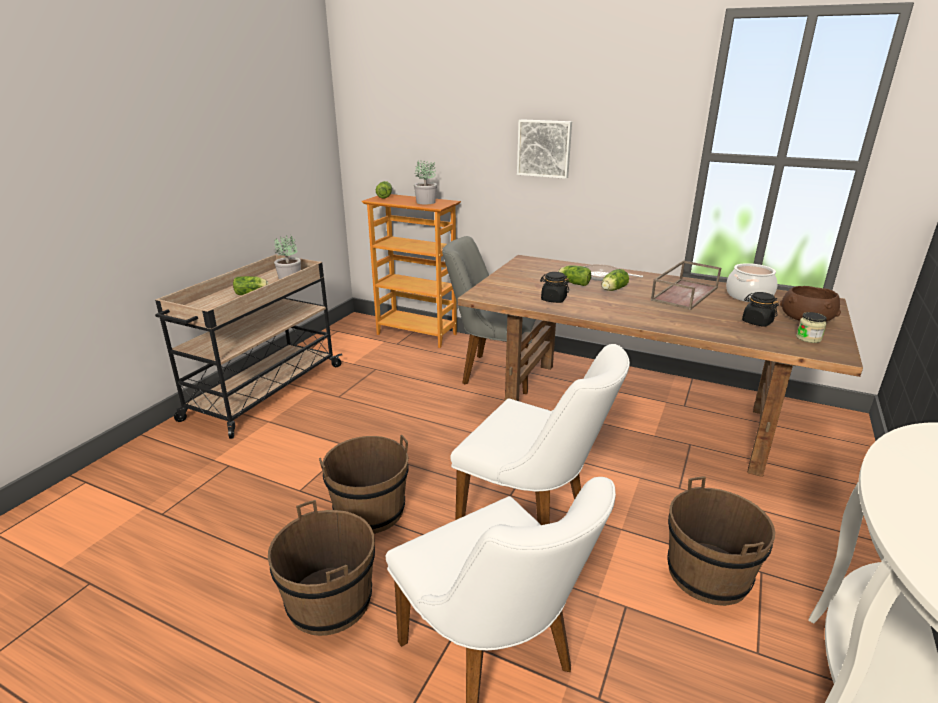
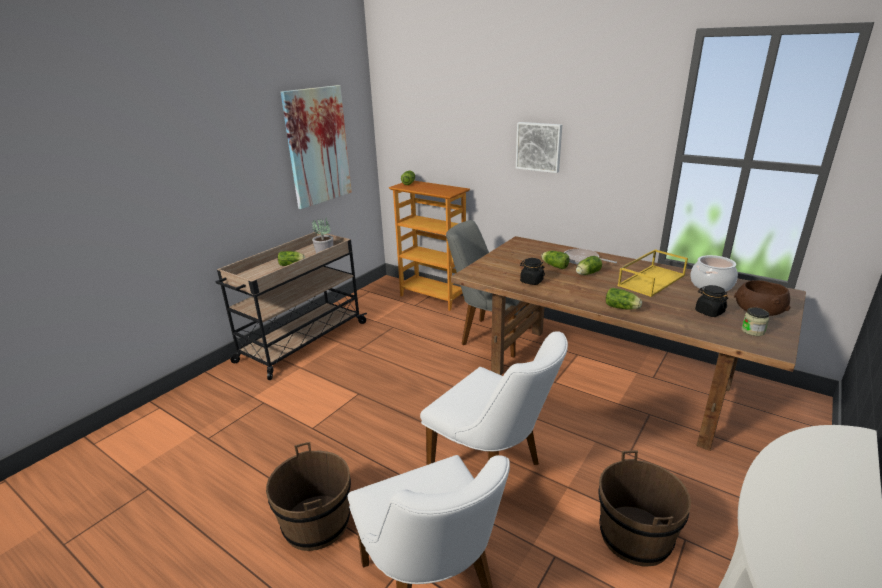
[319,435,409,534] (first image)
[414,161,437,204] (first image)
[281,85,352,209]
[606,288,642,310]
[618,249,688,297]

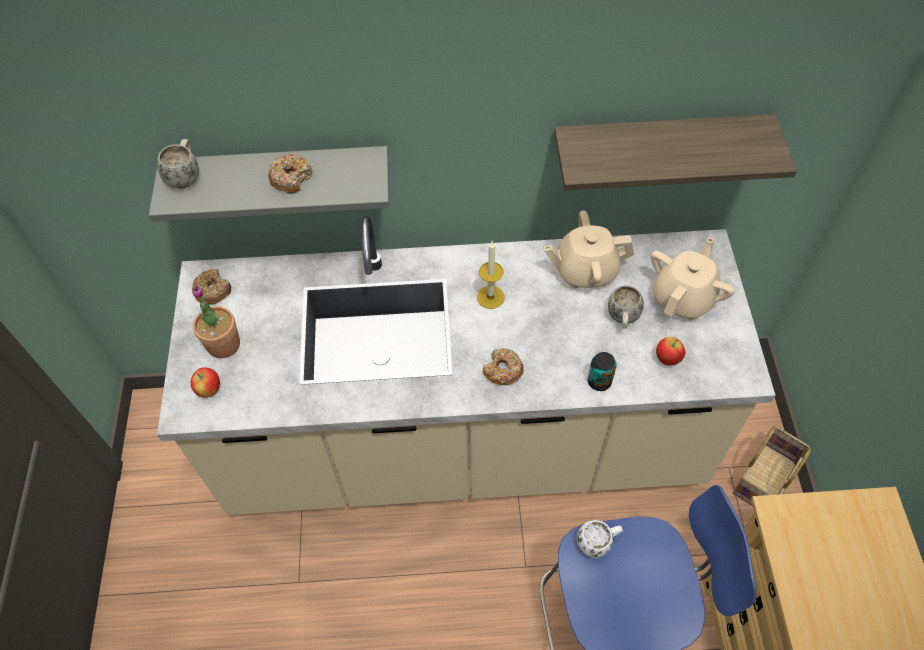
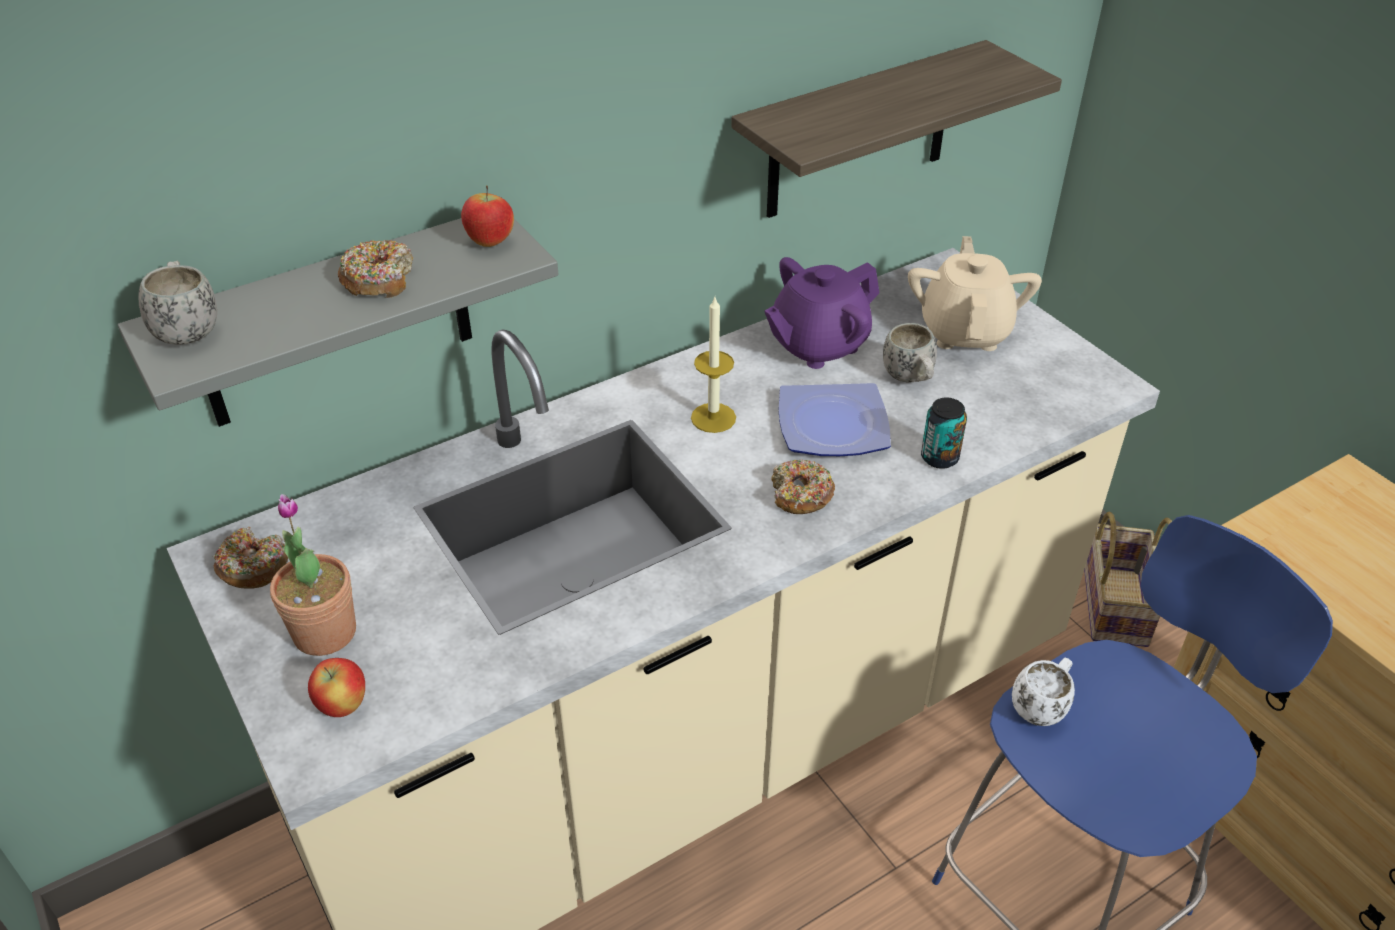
[779,383,891,456]
[461,185,514,247]
[764,257,879,369]

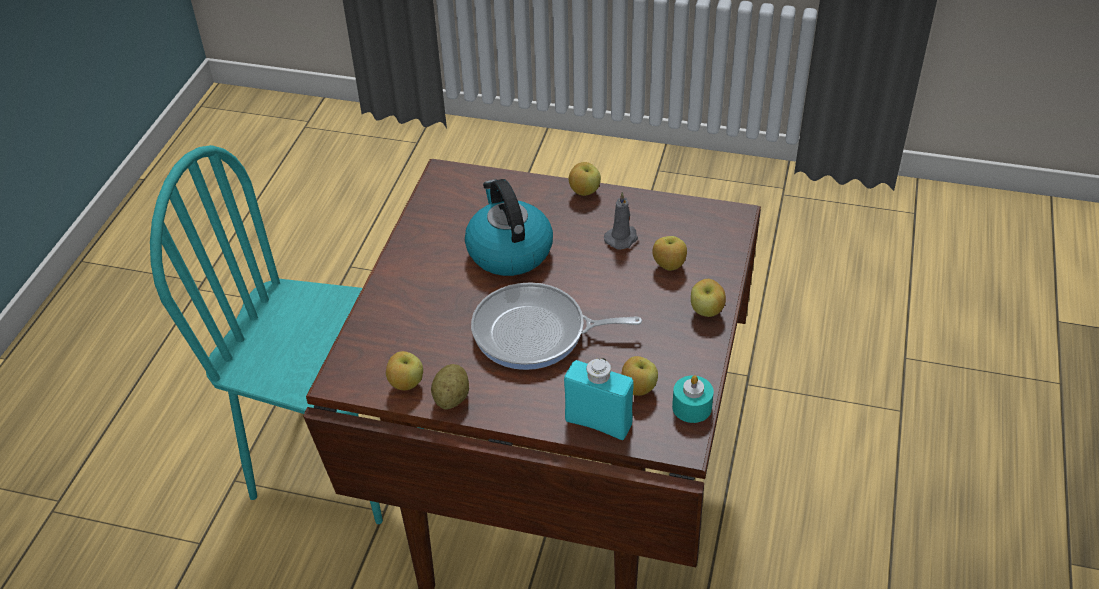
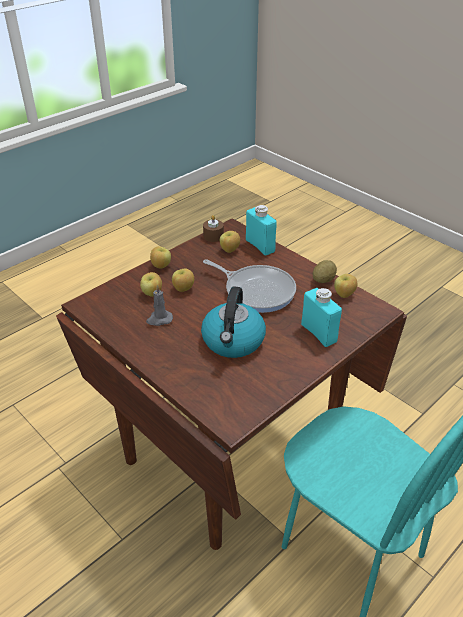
[301,288,342,347]
[172,268,194,292]
[203,215,224,242]

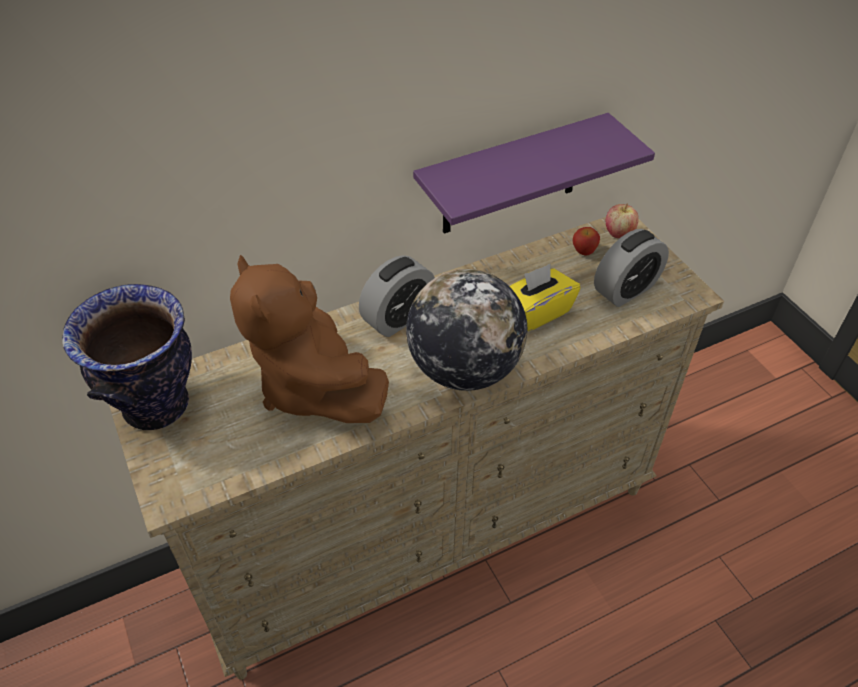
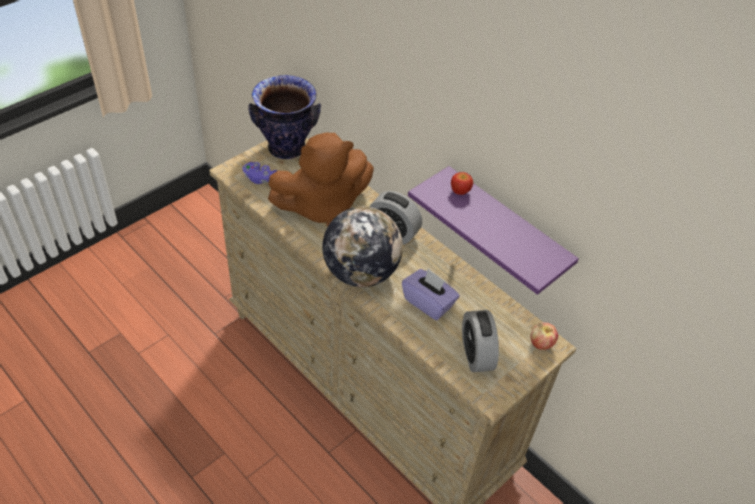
[242,162,278,184]
[451,172,473,195]
[402,268,460,320]
[268,133,374,227]
[462,310,499,372]

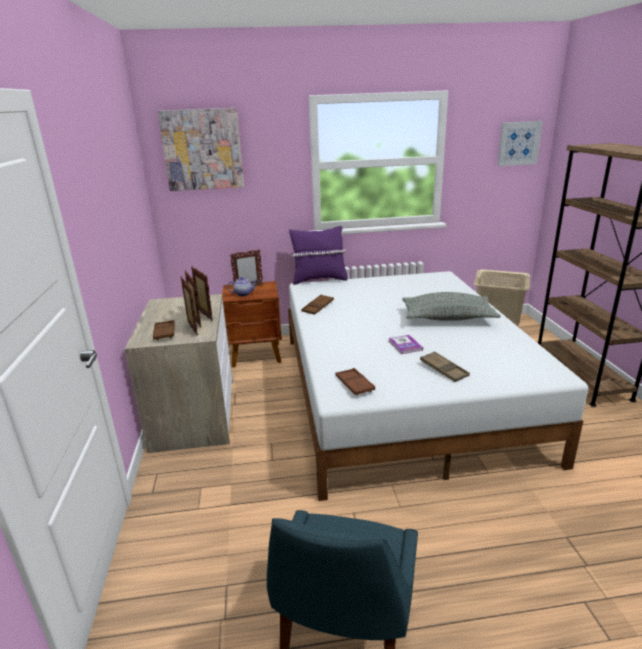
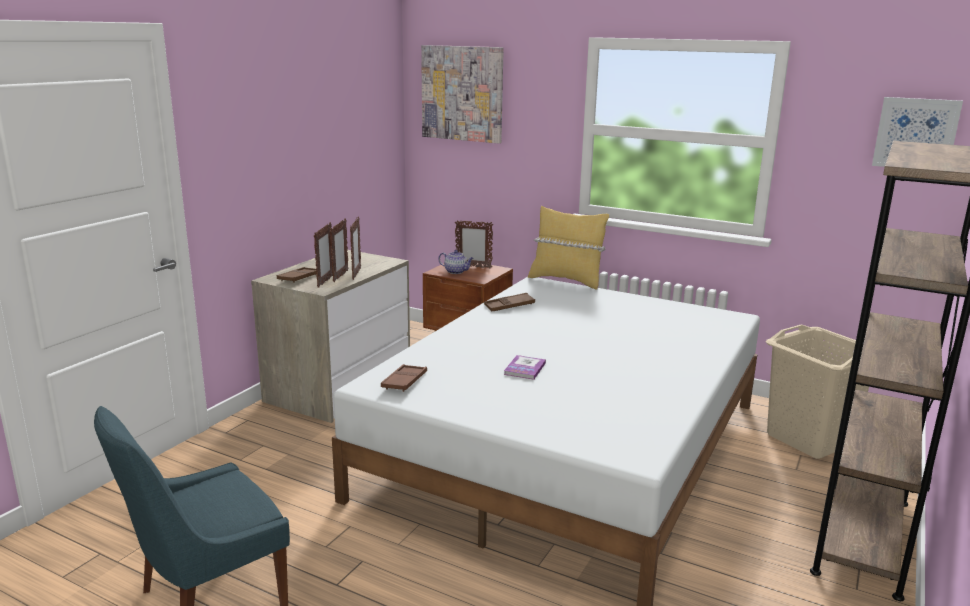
[402,292,501,321] (first image)
[420,351,470,382] (first image)
[528,206,609,289]

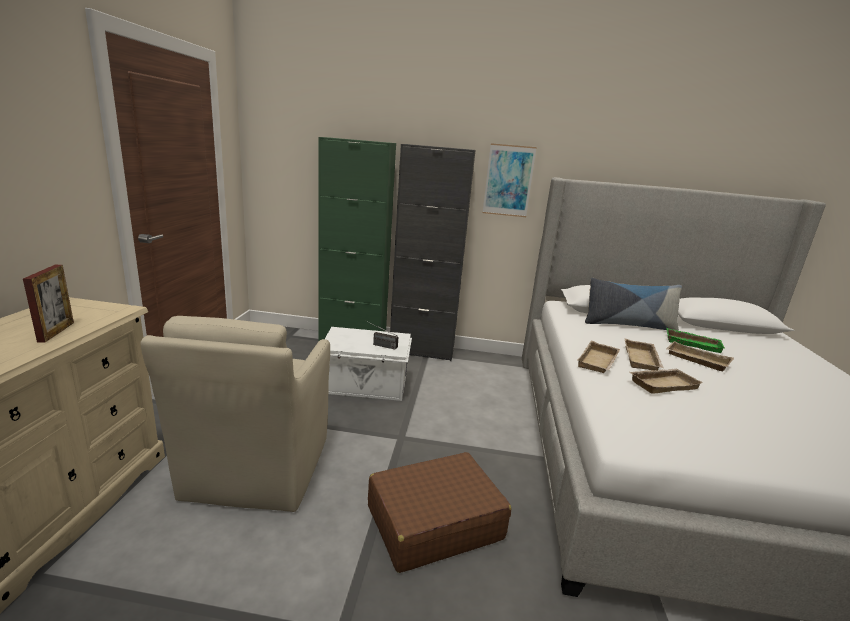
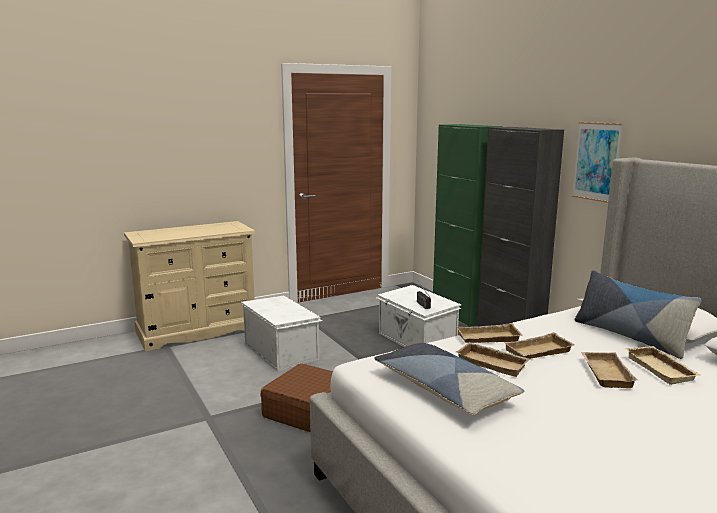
[23,265,74,343] (first image)
[375,343,525,415]
[241,295,323,371]
[626,346,702,385]

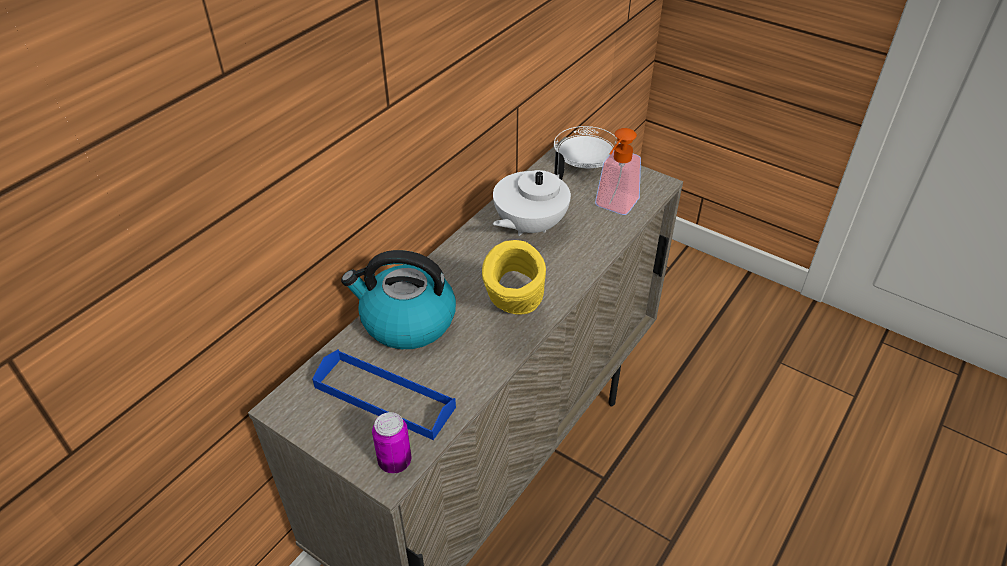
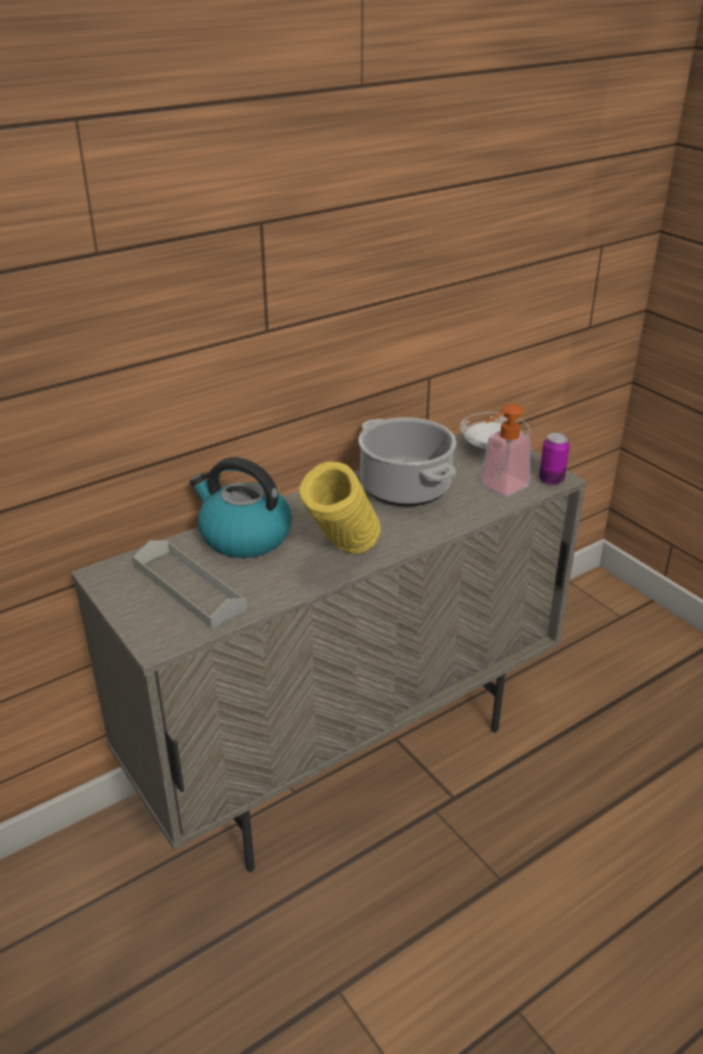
[539,433,570,485]
[358,417,456,506]
[133,540,247,629]

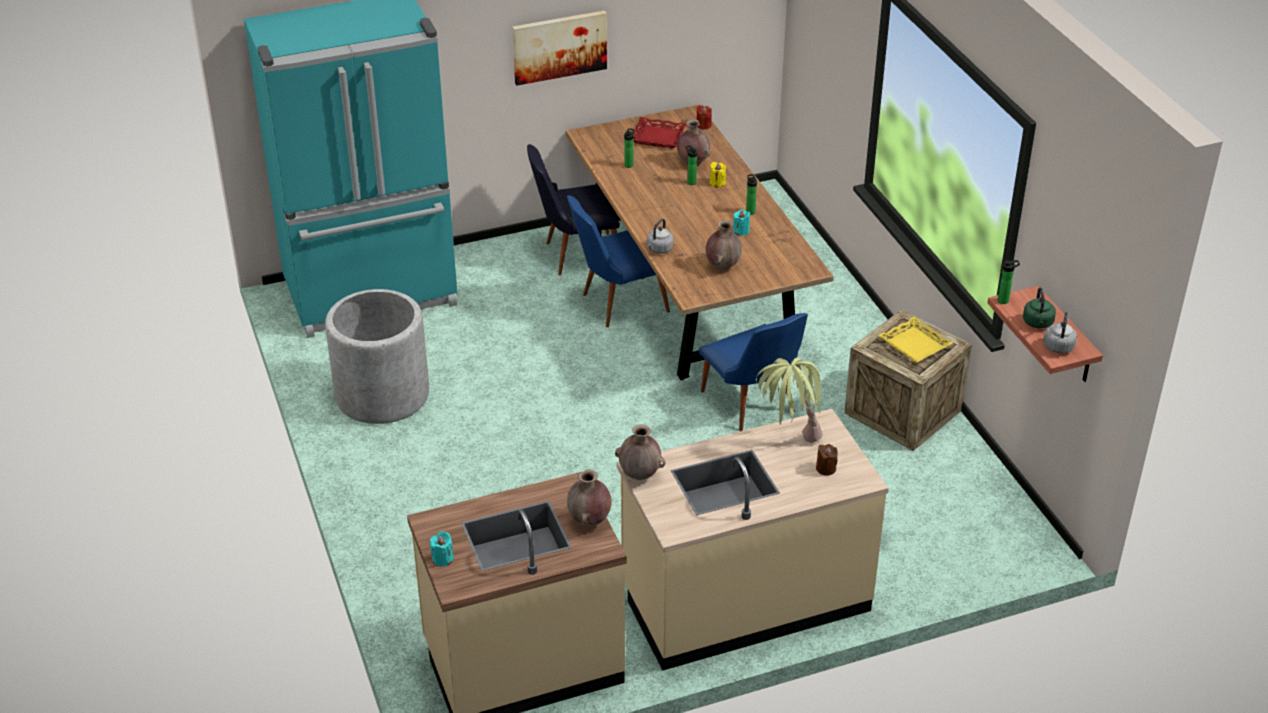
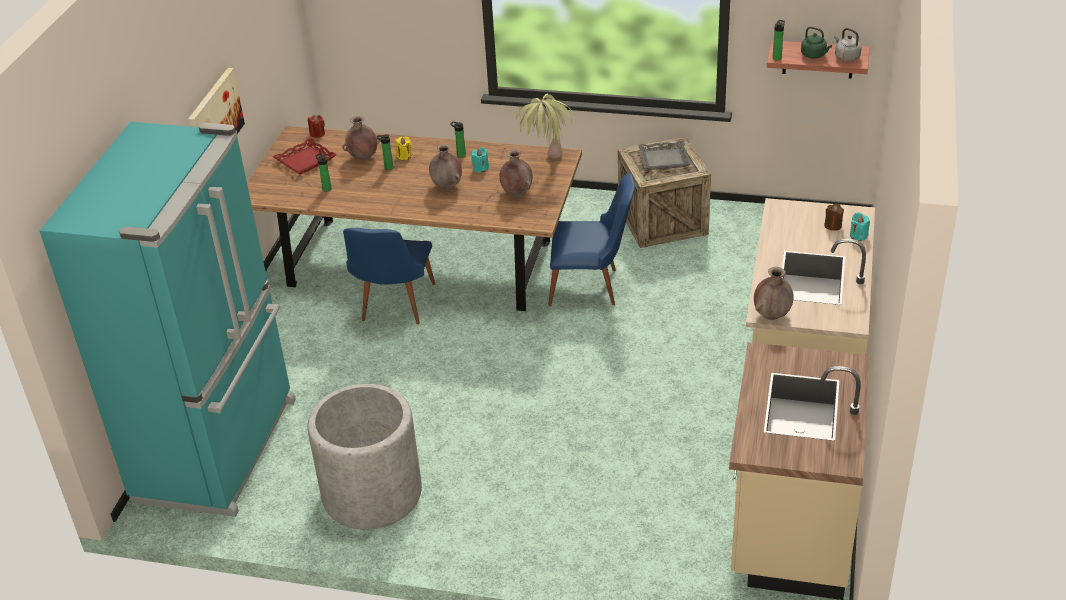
[527,144,620,276] (first image)
[646,218,674,254] (first image)
[850,212,870,241]
[429,144,462,189]
[516,94,575,158]
[638,141,691,170]

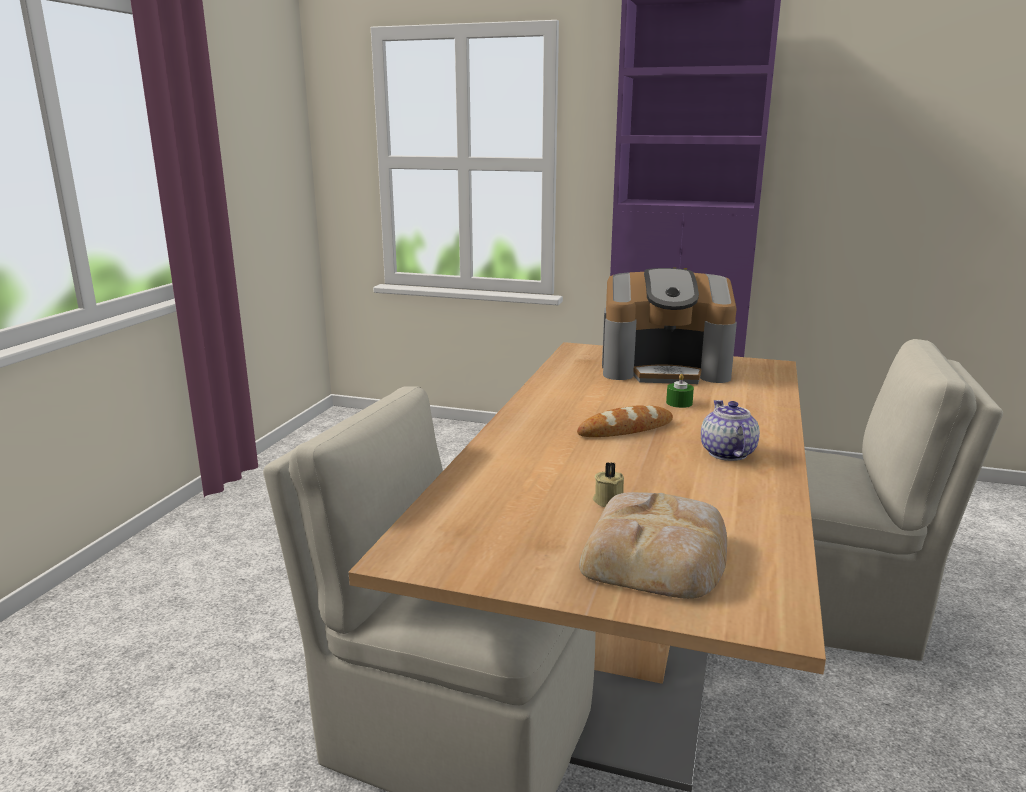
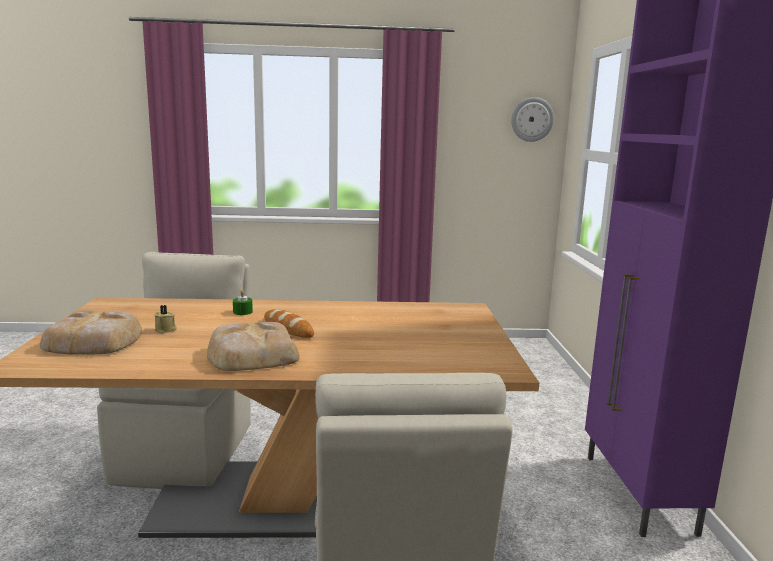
[602,268,737,384] (first image)
[511,97,554,142]
[233,290,253,315]
[207,322,300,371]

